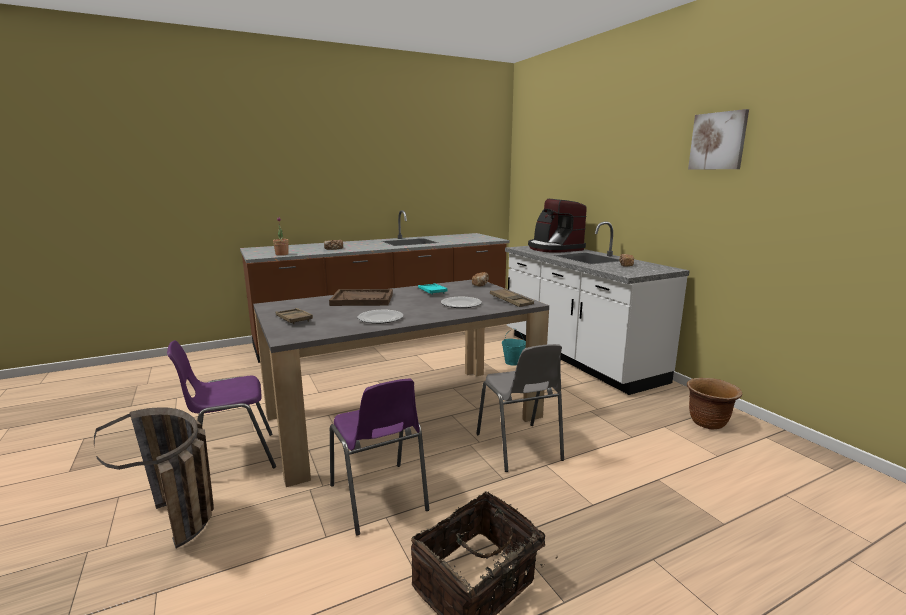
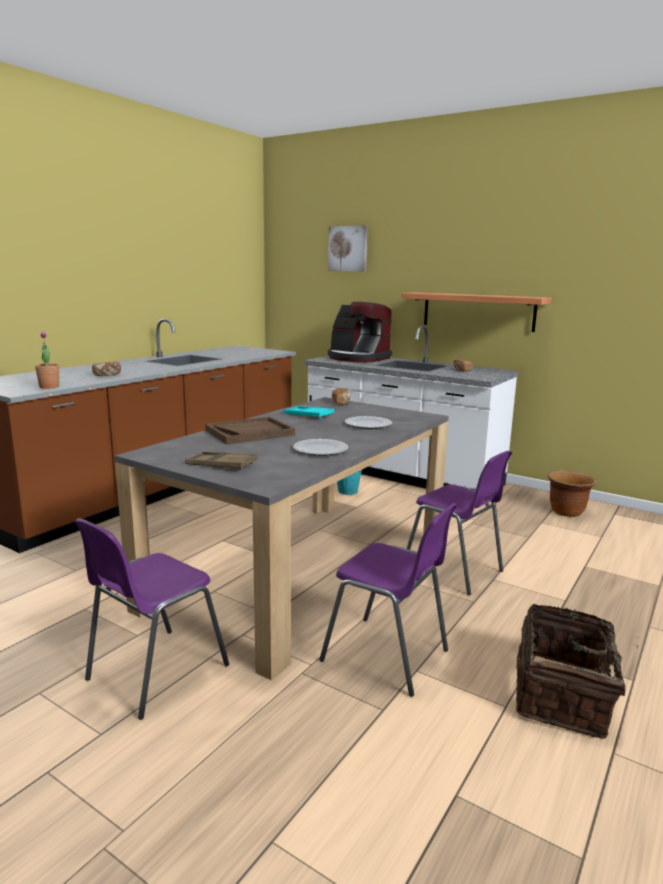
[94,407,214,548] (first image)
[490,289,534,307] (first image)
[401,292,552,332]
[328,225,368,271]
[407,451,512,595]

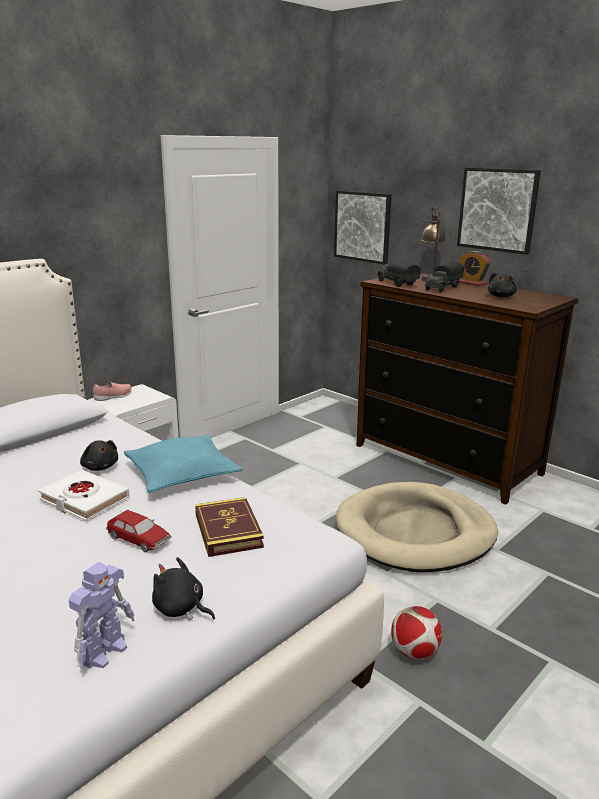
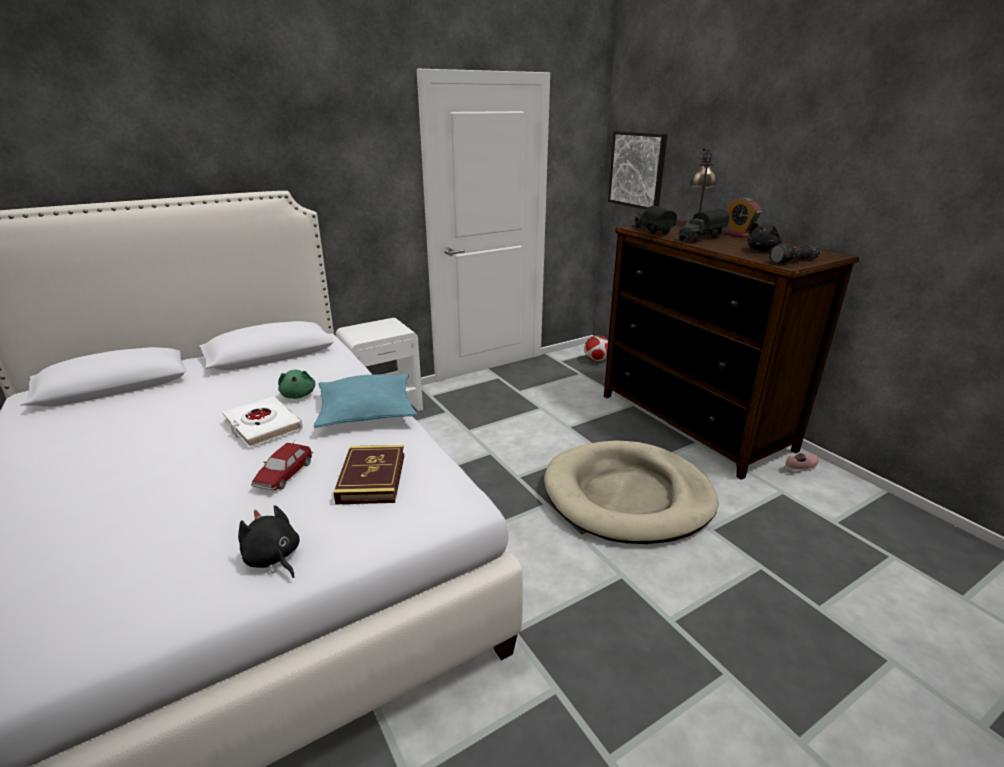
[69,562,134,669] (first image)
[457,167,541,255] (first image)
[769,244,820,264]
[784,453,818,474]
[584,335,608,361]
[278,370,316,399]
[251,443,313,490]

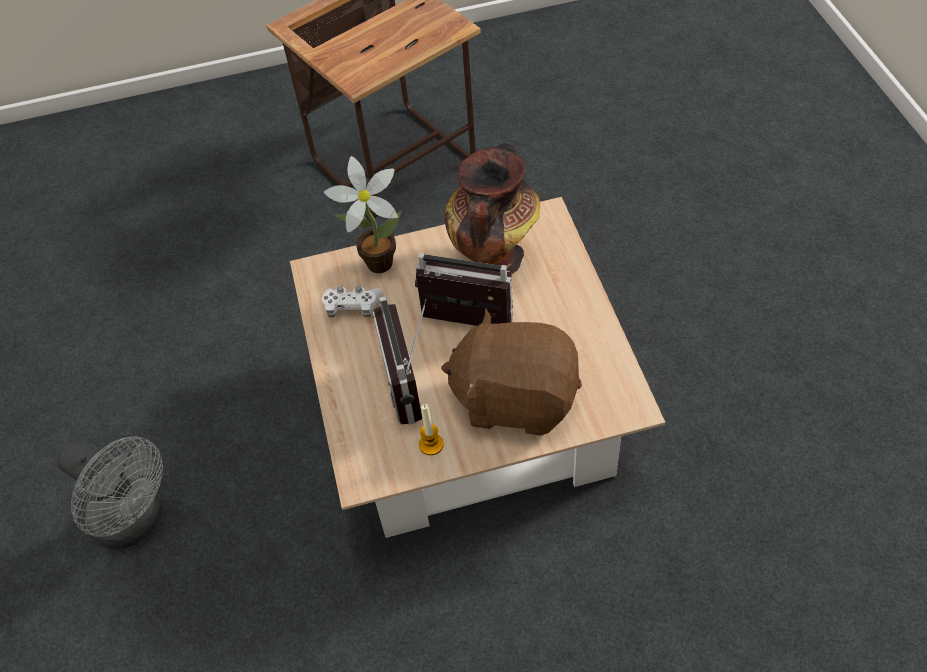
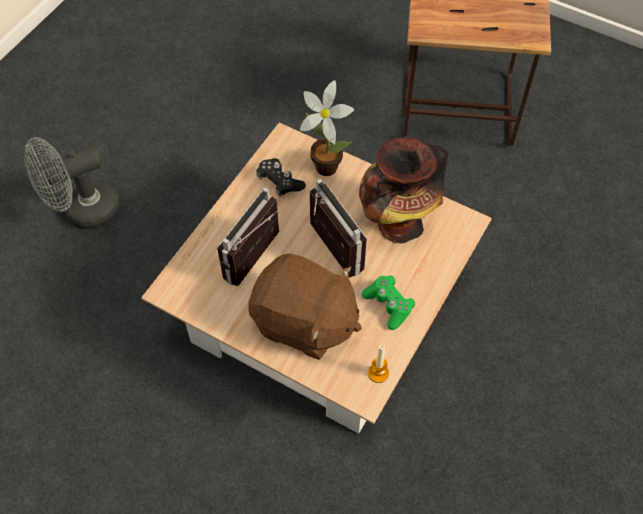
[362,275,415,330]
[368,345,389,383]
[256,158,306,197]
[24,137,120,230]
[248,254,362,360]

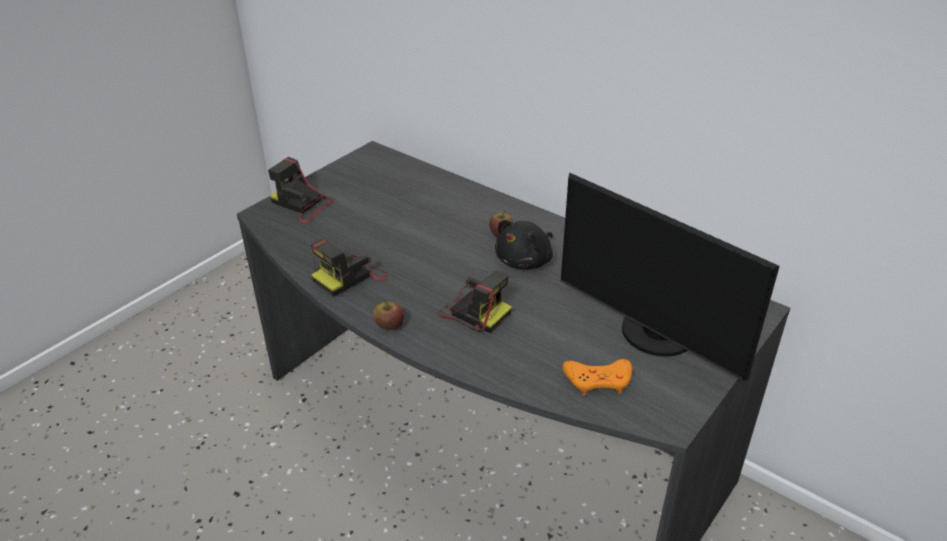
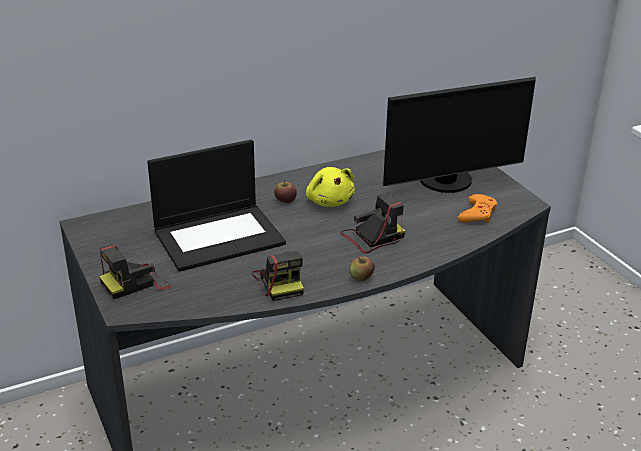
[147,140,286,272]
[306,167,355,207]

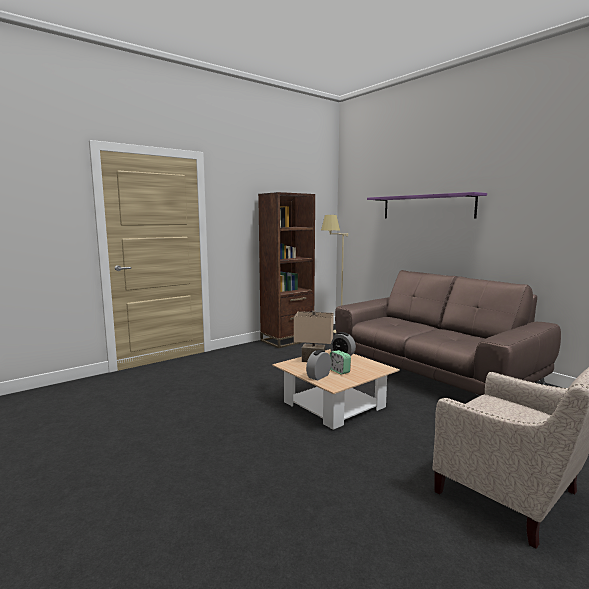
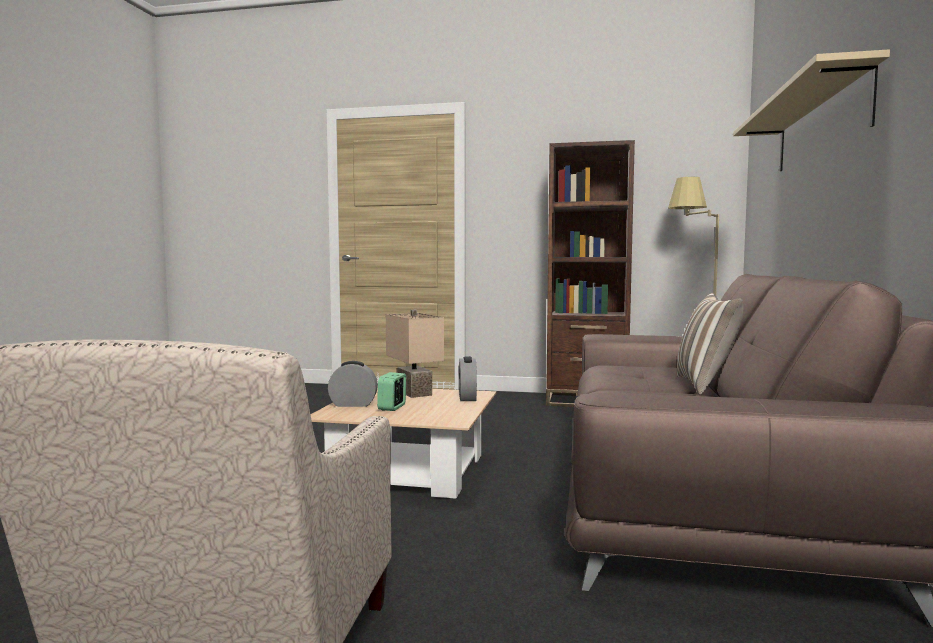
[677,293,743,395]
[733,49,890,171]

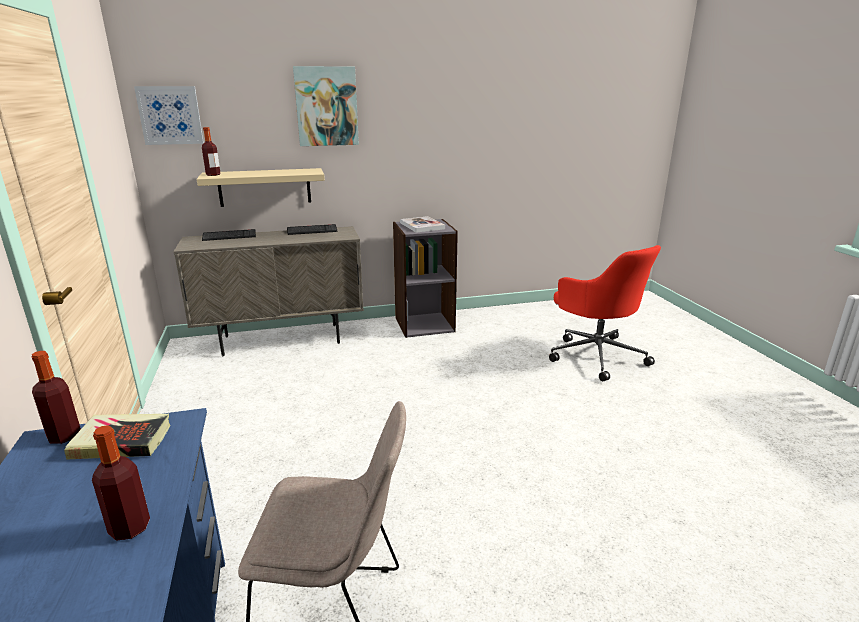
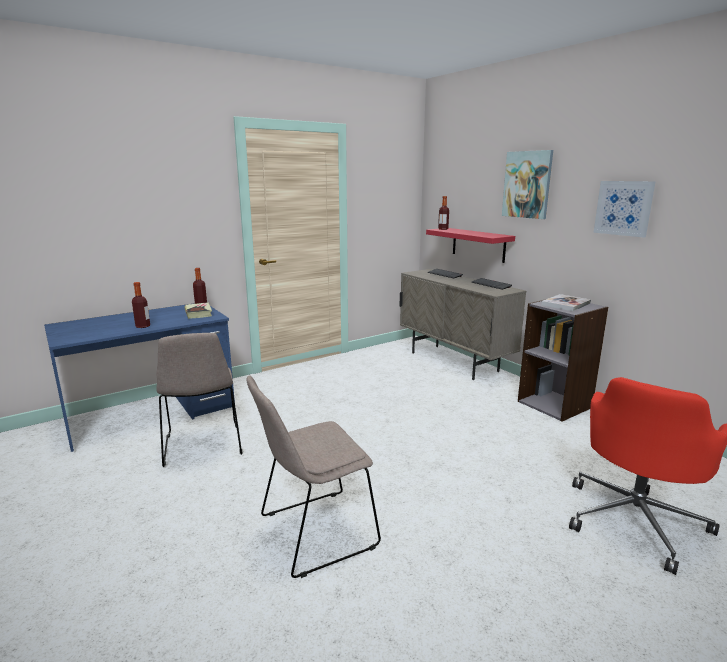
[246,375,381,578]
[593,181,656,238]
[426,228,515,263]

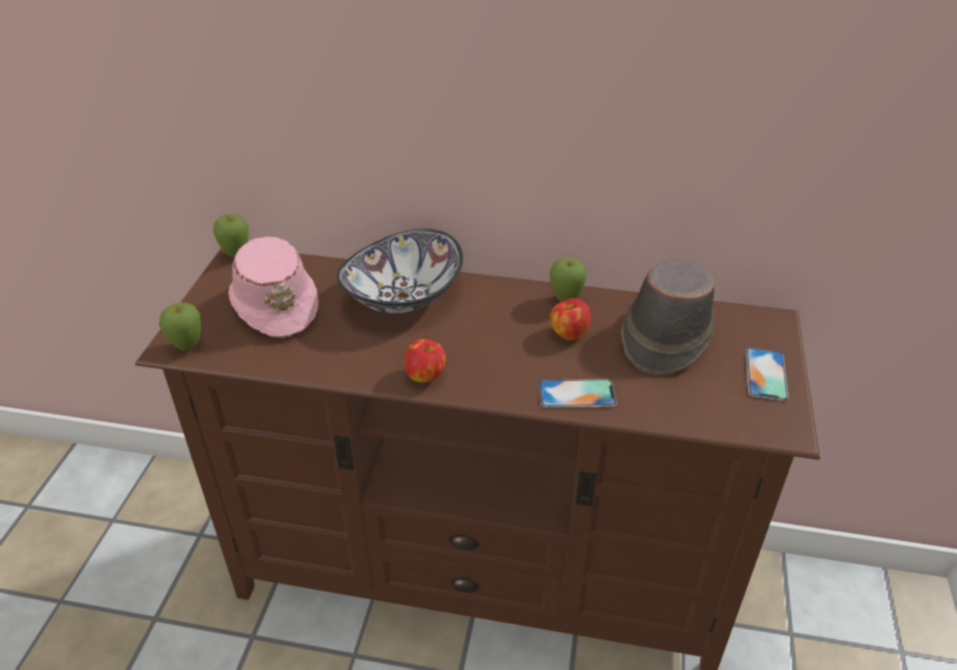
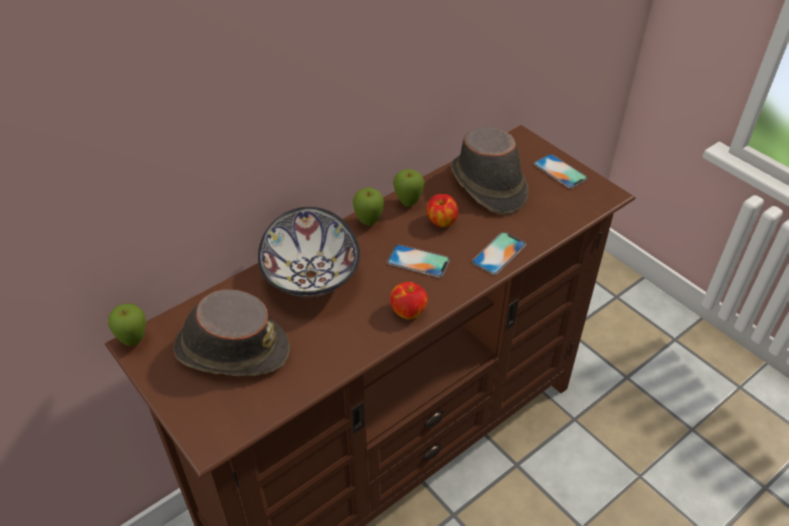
[387,245,450,278]
[353,188,384,226]
[174,289,290,376]

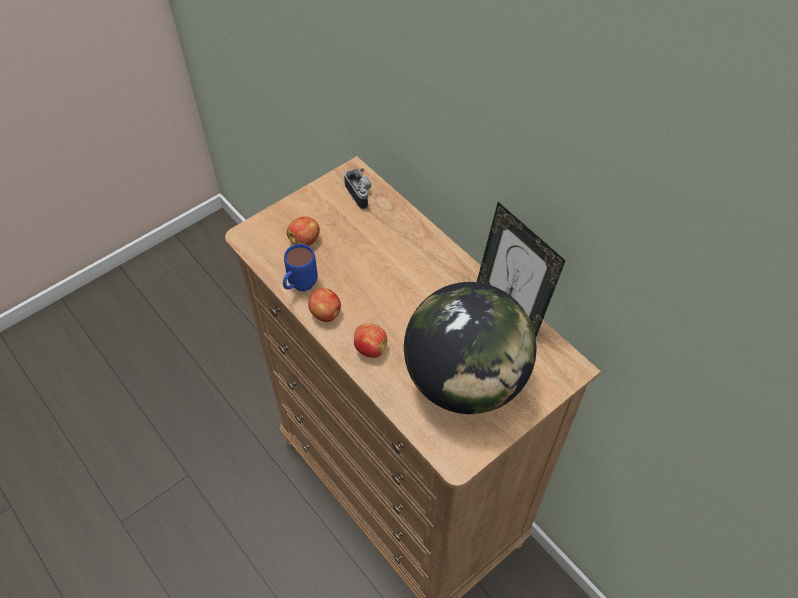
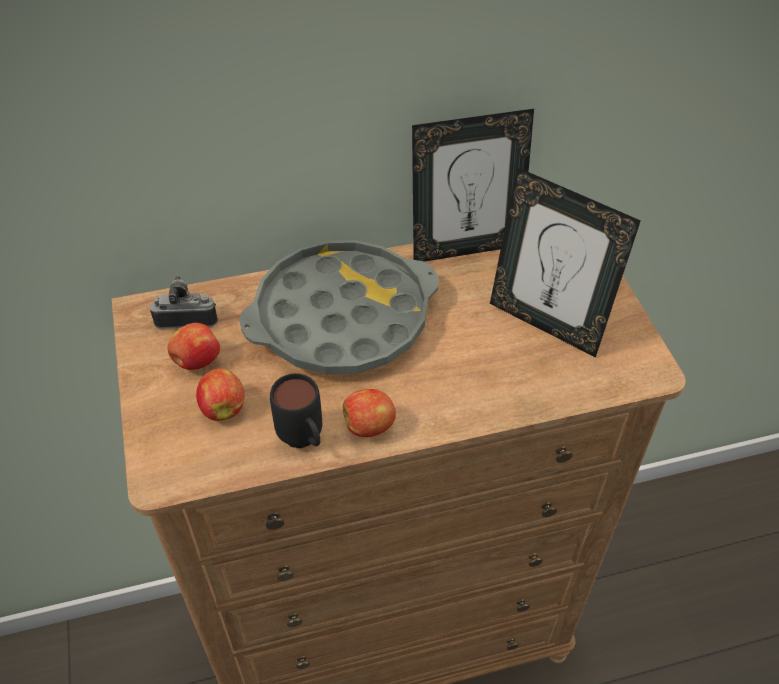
[239,240,439,374]
[168,323,220,370]
[490,167,641,357]
[270,373,322,448]

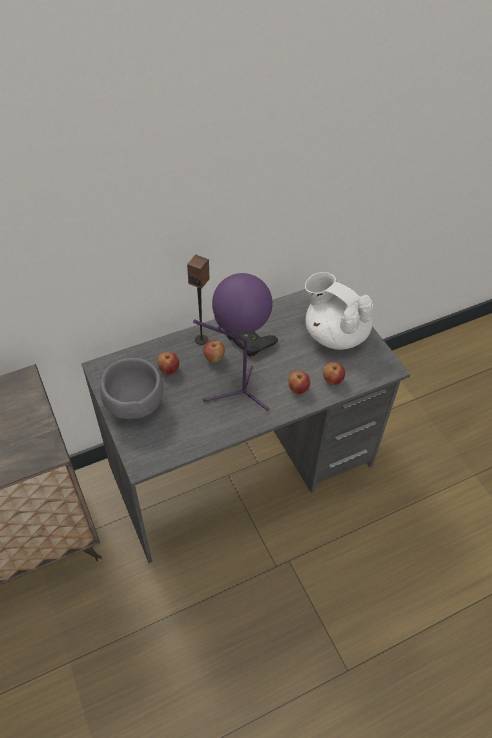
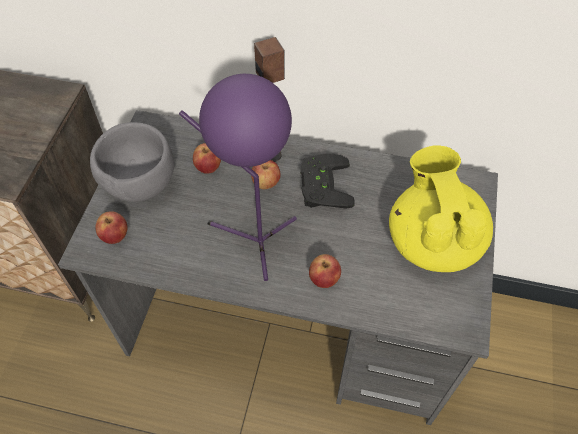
[95,211,128,244]
[389,145,493,272]

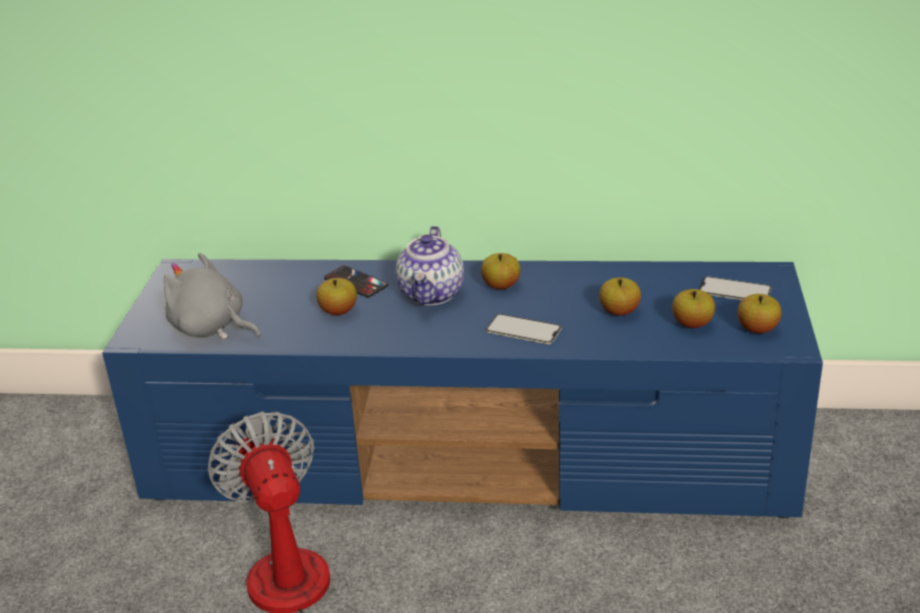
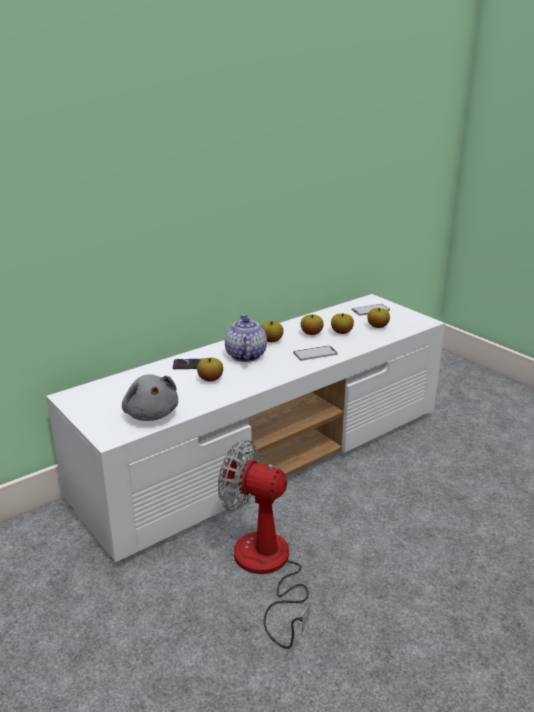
[301,315,324,335]
[46,294,445,562]
[122,374,178,421]
[225,315,267,362]

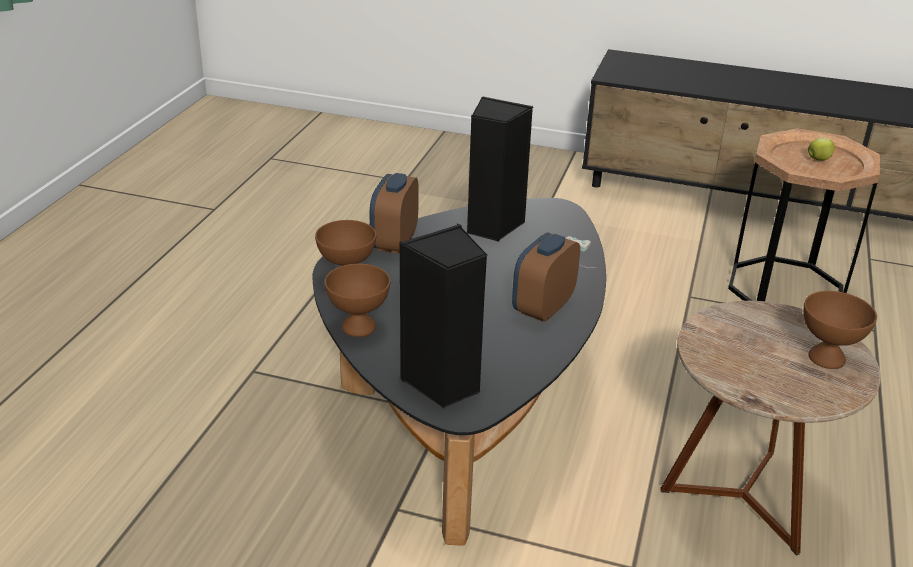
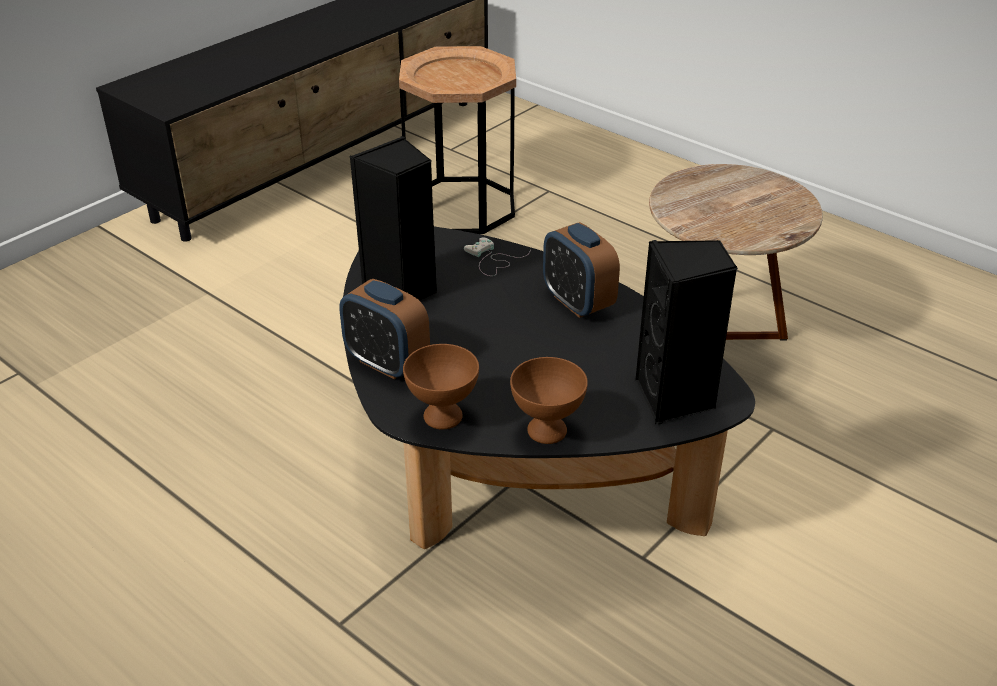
[803,291,877,369] (first image)
[808,138,834,161] (first image)

